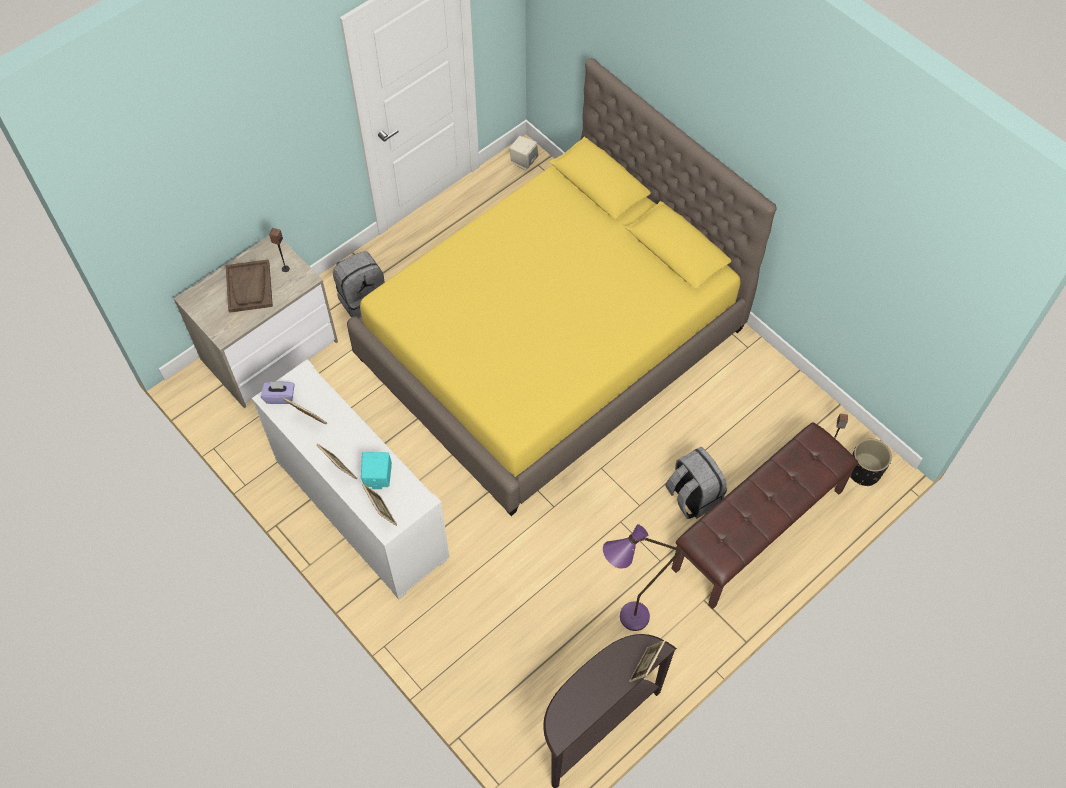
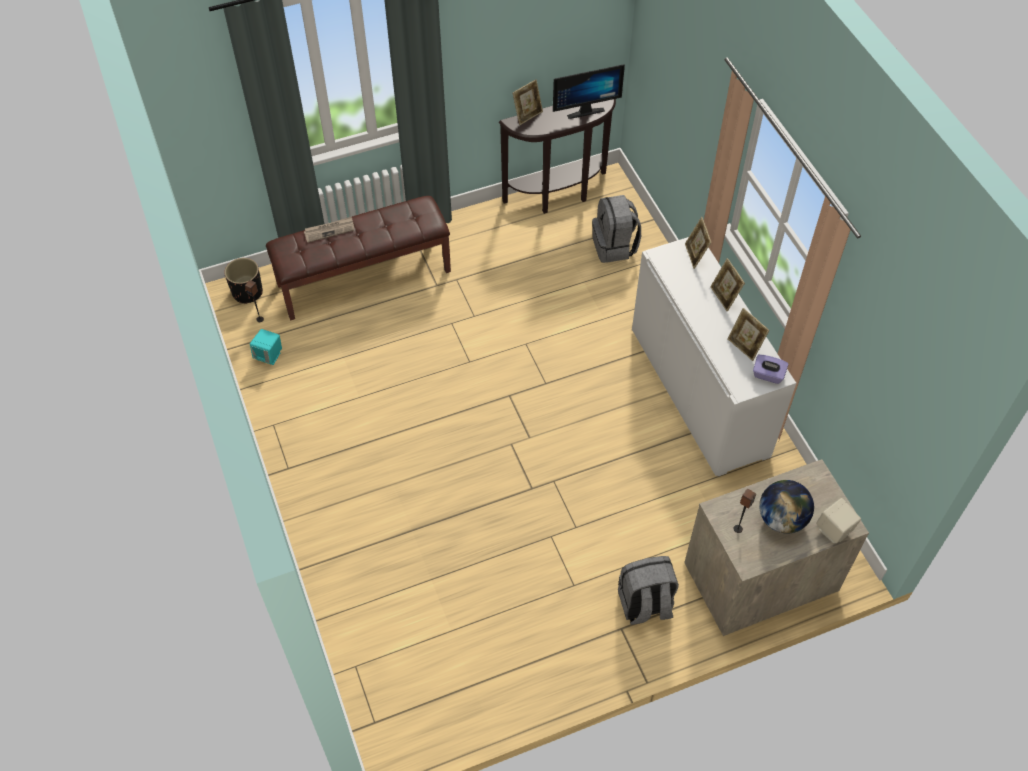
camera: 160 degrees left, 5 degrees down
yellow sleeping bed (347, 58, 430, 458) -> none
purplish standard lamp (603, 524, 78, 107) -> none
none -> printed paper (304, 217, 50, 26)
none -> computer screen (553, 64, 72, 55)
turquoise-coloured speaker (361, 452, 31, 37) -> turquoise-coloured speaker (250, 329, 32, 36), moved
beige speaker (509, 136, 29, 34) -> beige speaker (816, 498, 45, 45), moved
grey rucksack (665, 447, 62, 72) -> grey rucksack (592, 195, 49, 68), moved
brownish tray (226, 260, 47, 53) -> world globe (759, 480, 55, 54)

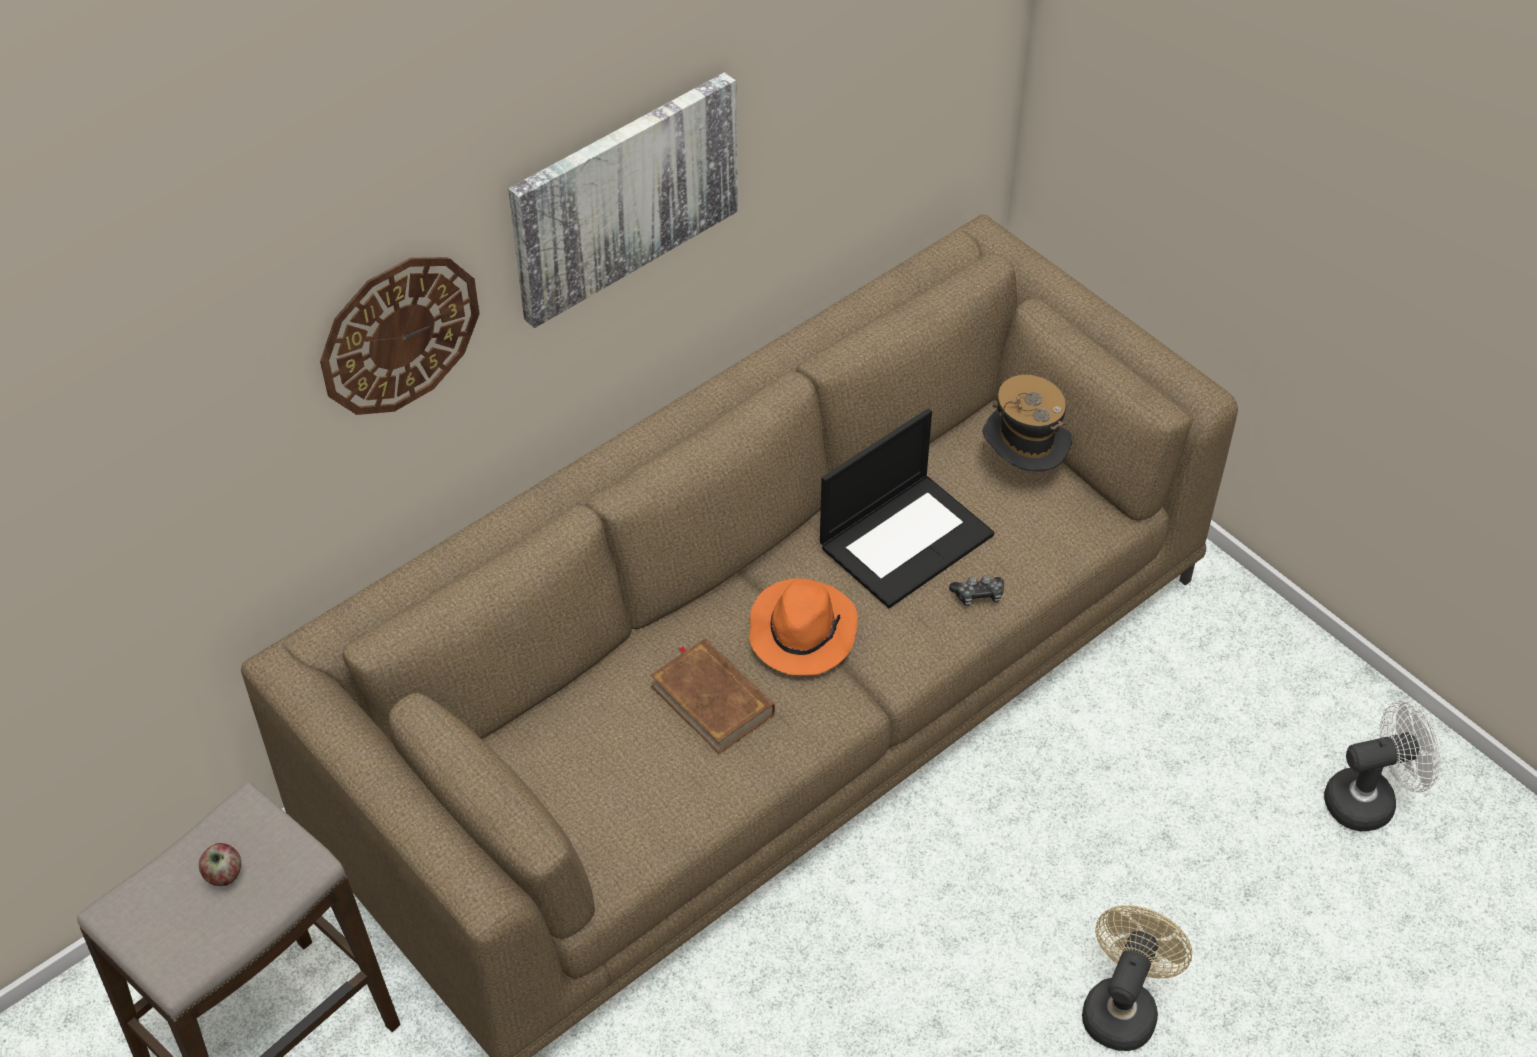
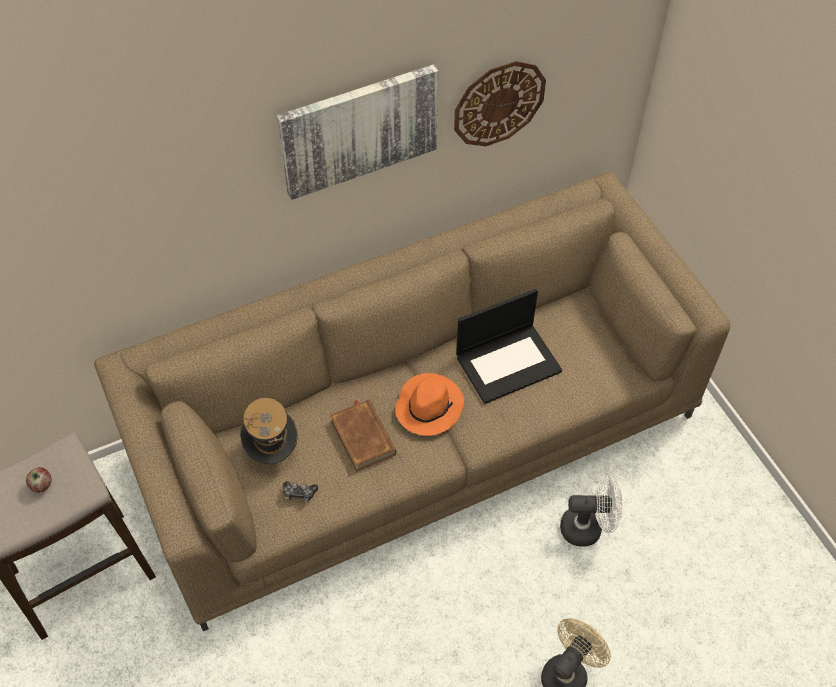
camera: 15 degrees right, 5 degrees up
clock on the wall (320, 257, 160, 158) -> clock on the wall (454, 61, 92, 85), moved
gamepad (949, 575, 55, 31) -> gamepad (283, 482, 35, 20), moved
wearable hat (982, 375, 90, 96) -> wearable hat (240, 398, 58, 66), moved
whitish electric fan (1324, 701, 117, 130) -> whitish electric fan (560, 476, 63, 71), moved

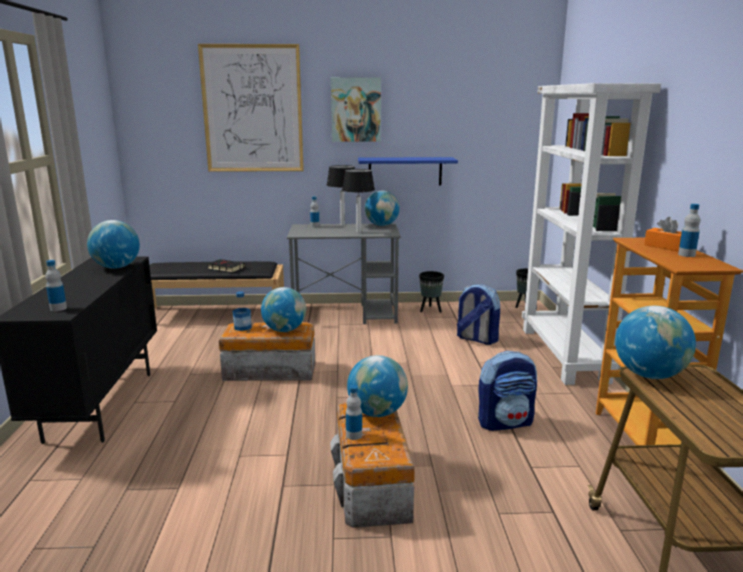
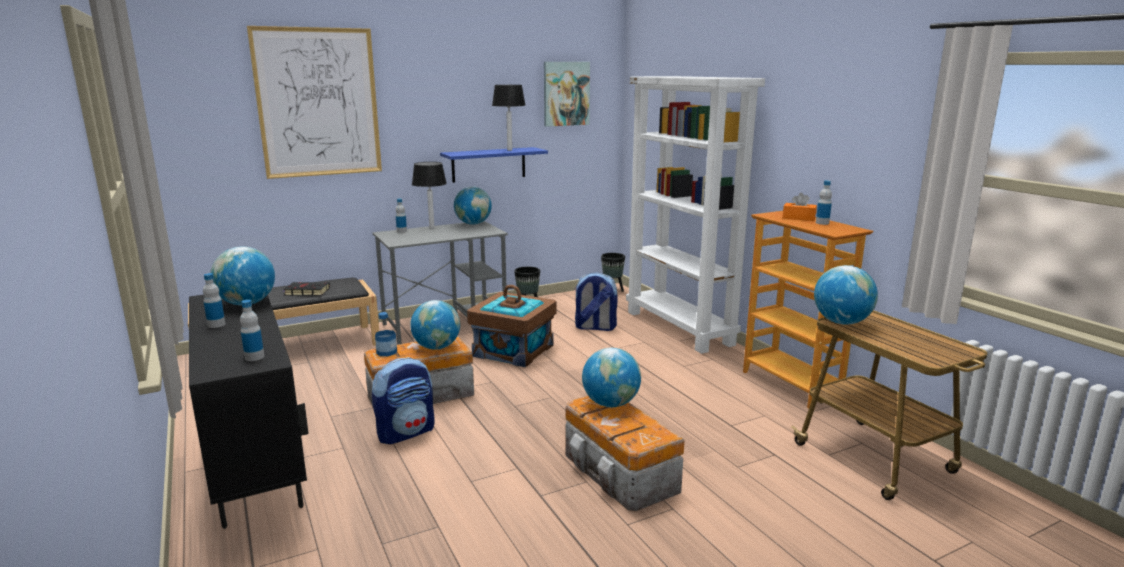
camera: 25 degrees left, 0 degrees up
none -> brownish storage bin (467, 285, 90, 82)
wall art (331, 77, 50, 65) -> wall art (544, 62, 46, 65), moved
lamp for a table (342, 169, 33, 64) -> lamp for a table (492, 85, 34, 66), moved
bottle (346, 385, 16, 55) -> bottle (203, 273, 22, 55), moved
rucksack (478, 351, 59, 80) -> rucksack (372, 357, 63, 87), moved

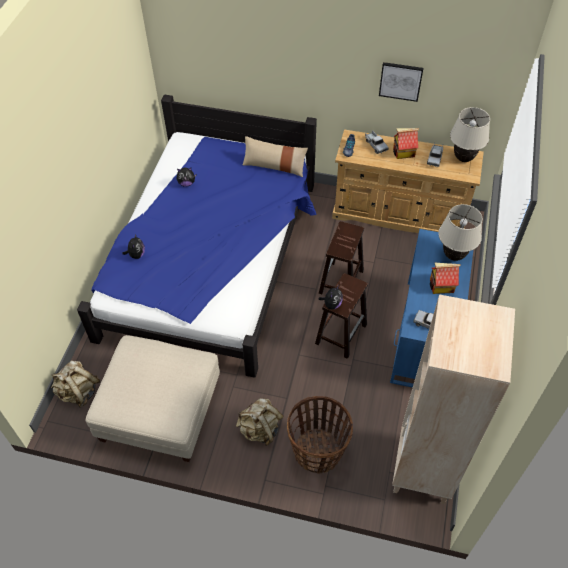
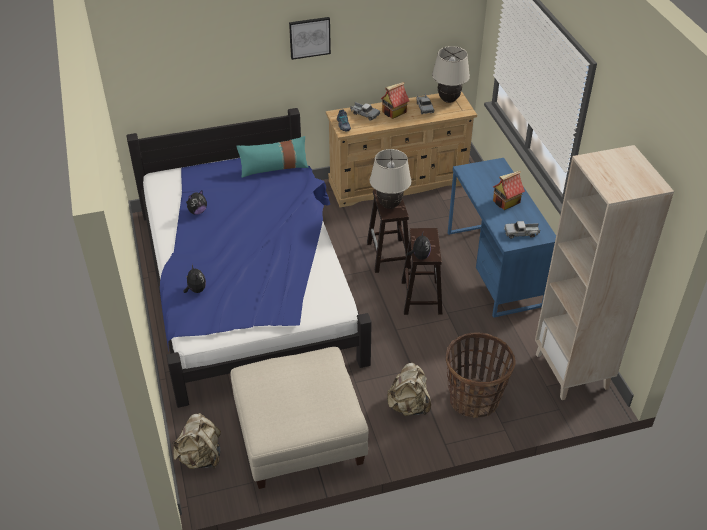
camera: 30 degrees left, 10 degrees down
wall art (379, 62, 45, 40) -> wall art (289, 17, 42, 43), moved
beige lamp for a table (438, 204, 45, 57) -> beige lamp for a table (370, 149, 42, 60), moved
beige cushion (243, 136, 65, 41) -> turquoise-coloured cushion (237, 136, 72, 42)

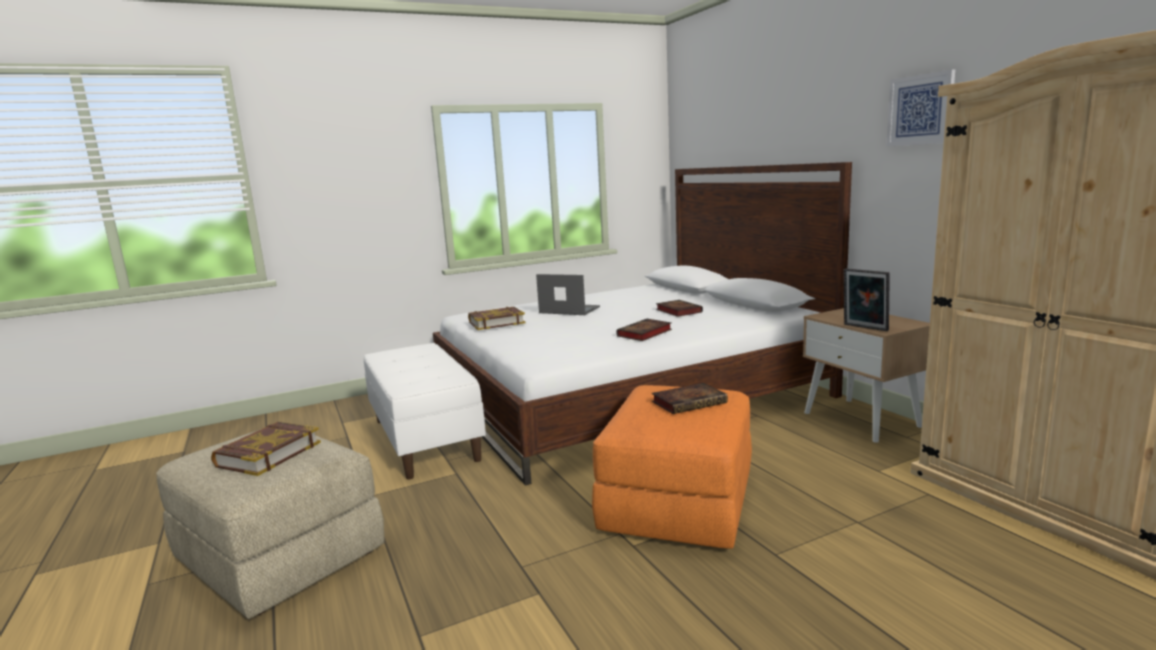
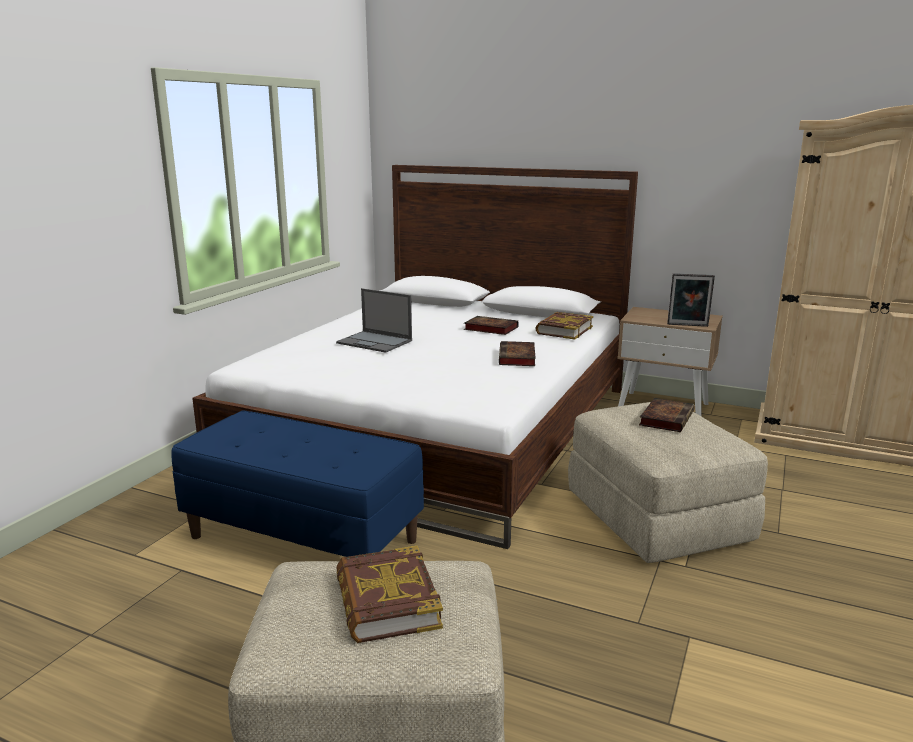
camera: 40 degrees left, 5 degrees up
wall art (886, 69, 69, 78) -> none
book (468, 307, 58, 23) -> book (535, 312, 58, 28), moved
whitish indoor bench (364, 343, 122, 136) -> bluish indoor bench (171, 411, 253, 146)
orange-coloured footrest (592, 385, 160, 164) -> beige footrest (568, 402, 200, 161)
portable computer (536, 274, 64, 41) -> portable computer (336, 288, 76, 65), 135 degrees counterclockwise

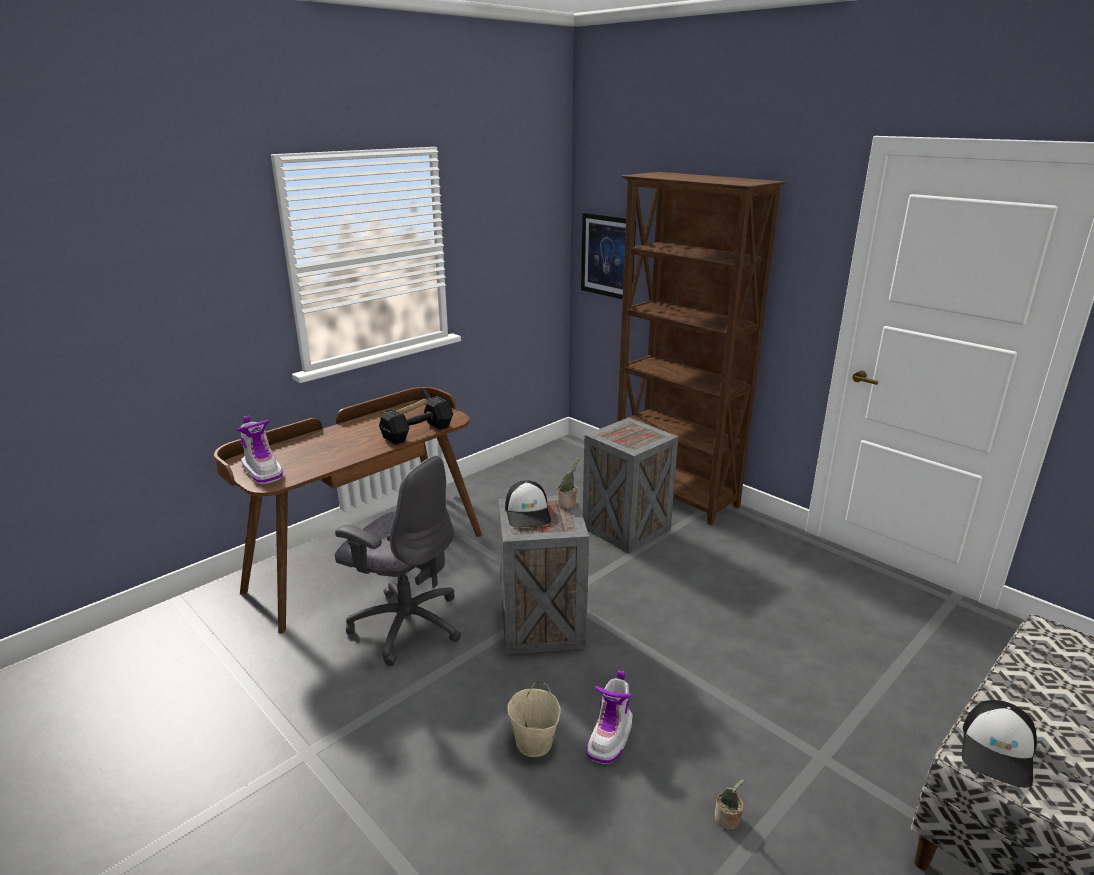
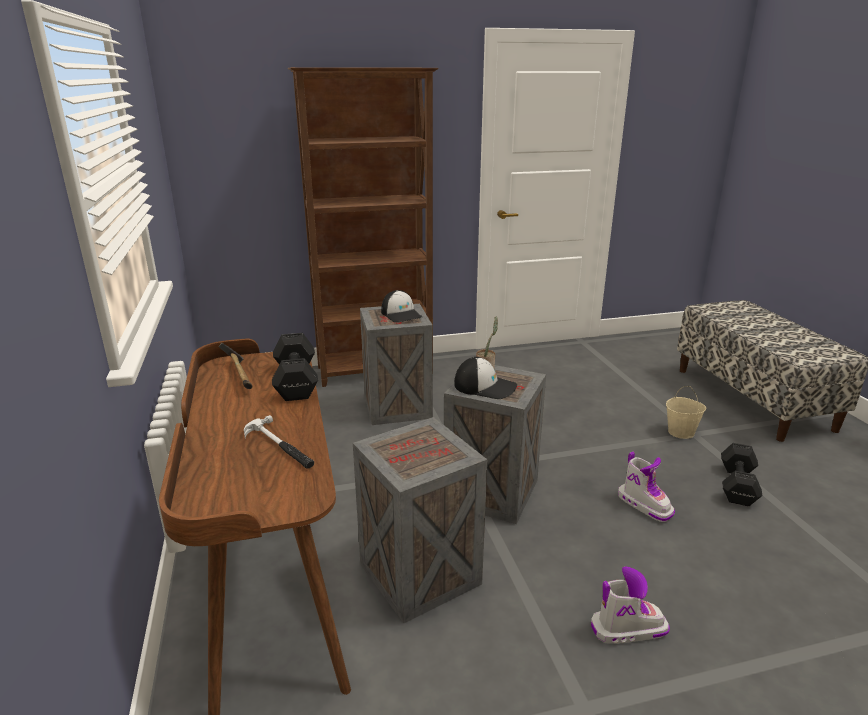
camera: 60 degrees left, 0 degrees up
wall art (581, 212, 55, 87) -> none
none -> tool hammer (244, 415, 70, 54)
boot (237, 416, 46, 68) -> boot (591, 566, 79, 78), moved
beige water bucket (507, 682, 54, 75) -> beige water bucket (666, 386, 40, 53), moved
baseball cap (962, 700, 75, 88) -> baseball cap (381, 290, 41, 32), moved
grey computer chair (335, 455, 126, 211) -> crate (353, 417, 134, 206)
houseplant (714, 779, 31, 51) -> blackish dumbbell (721, 443, 41, 64)

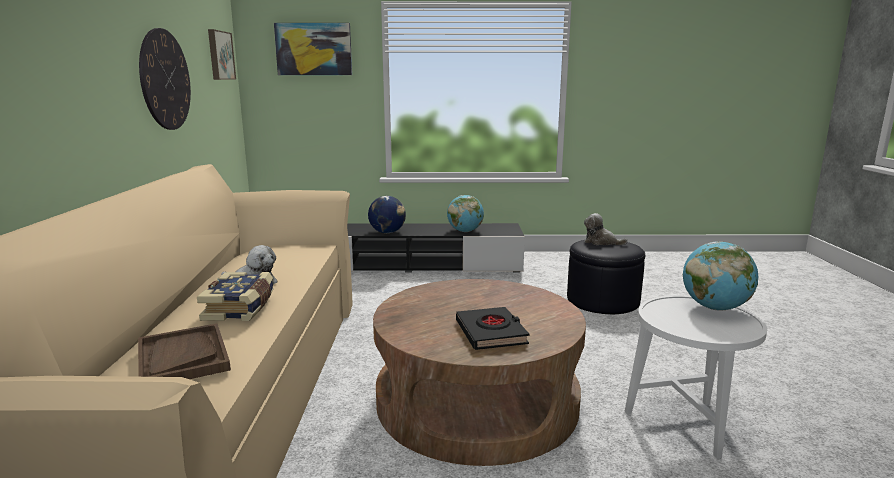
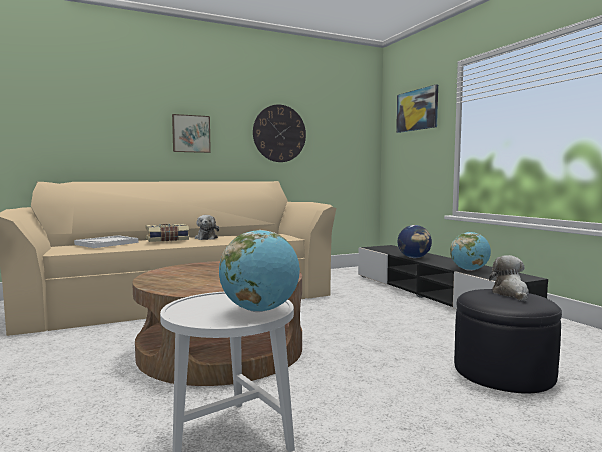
camera: 65 degrees right, 10 degrees down
blackish book (456, 307, 73, 43) -> none
wall art (208, 29, 28, 51) -> wall art (172, 114, 39, 39), moved
brownish tray (138, 323, 93, 56) -> whitish tray (74, 235, 64, 13)

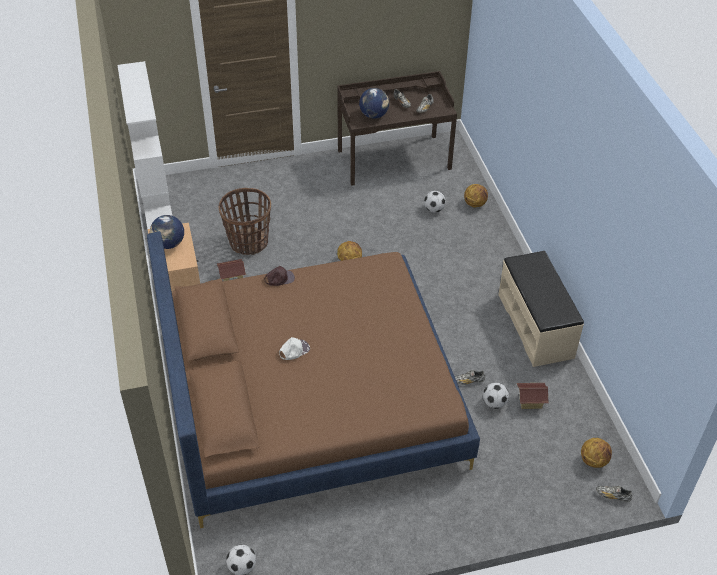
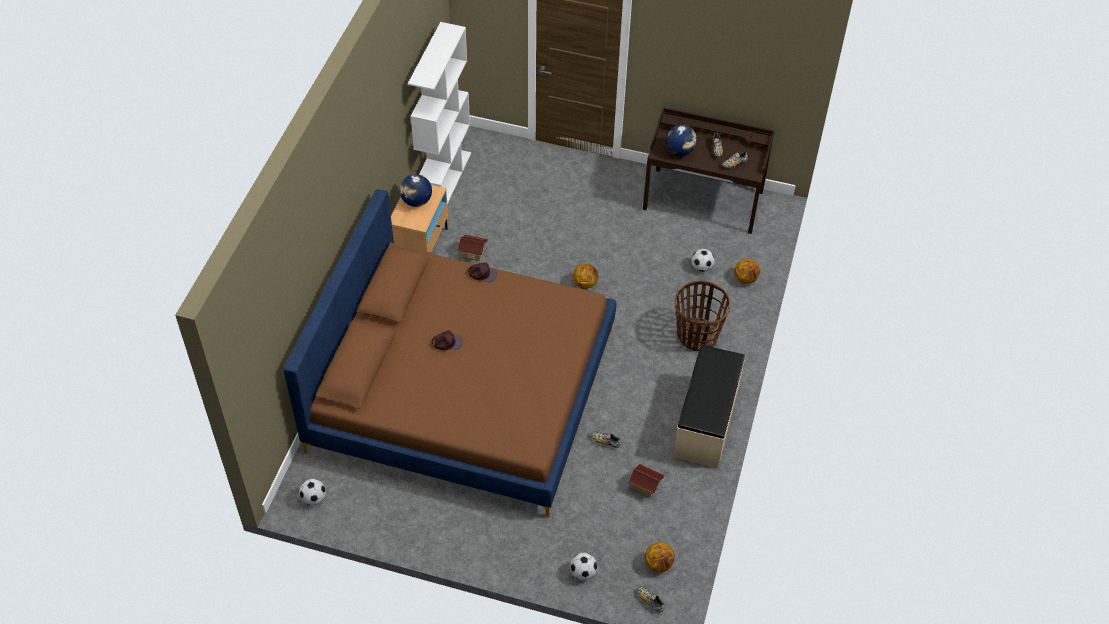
camera: 30 degrees right, 5 degrees up
basket (218, 188, 53, 67) -> basket (675, 281, 56, 70), moved
ball for football (483, 382, 26, 27) -> ball for football (570, 553, 27, 27), moved
whitish baseball cap (279, 337, 31, 23) -> brownish baseball cap (432, 330, 30, 20)

